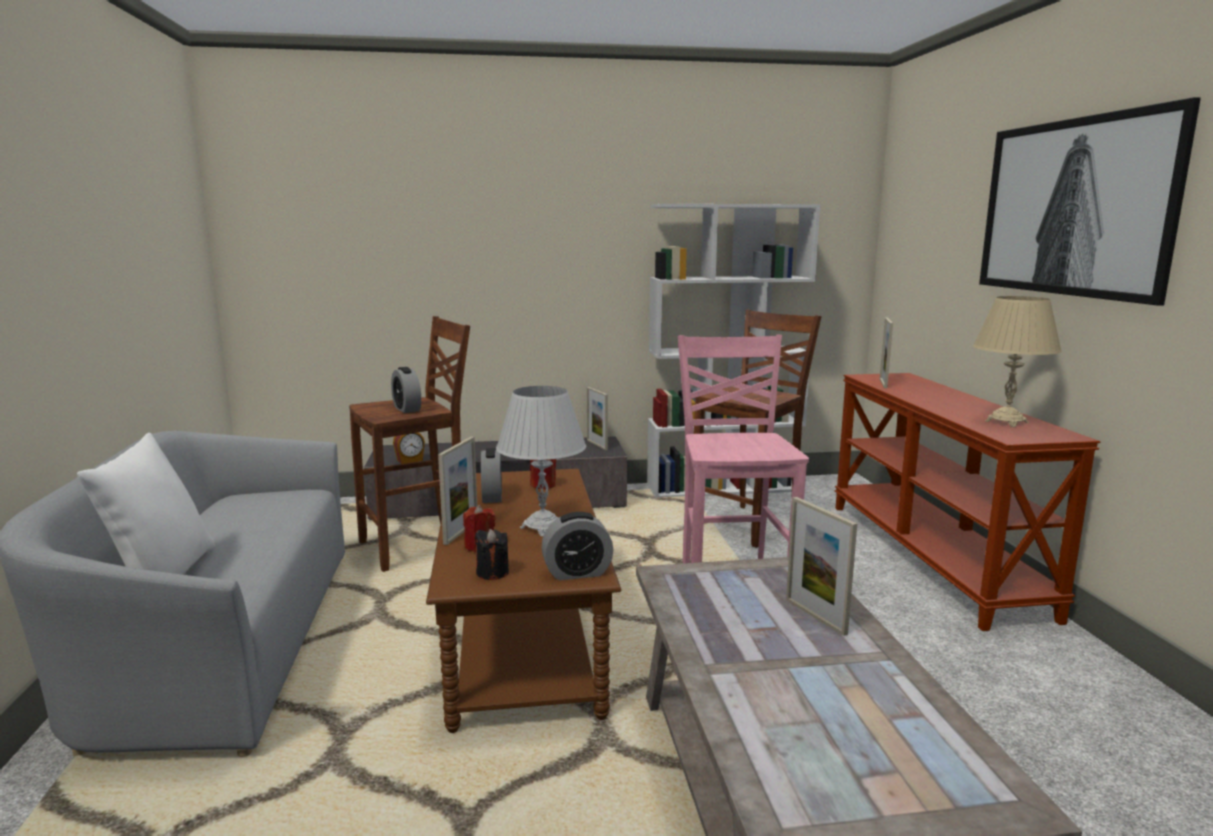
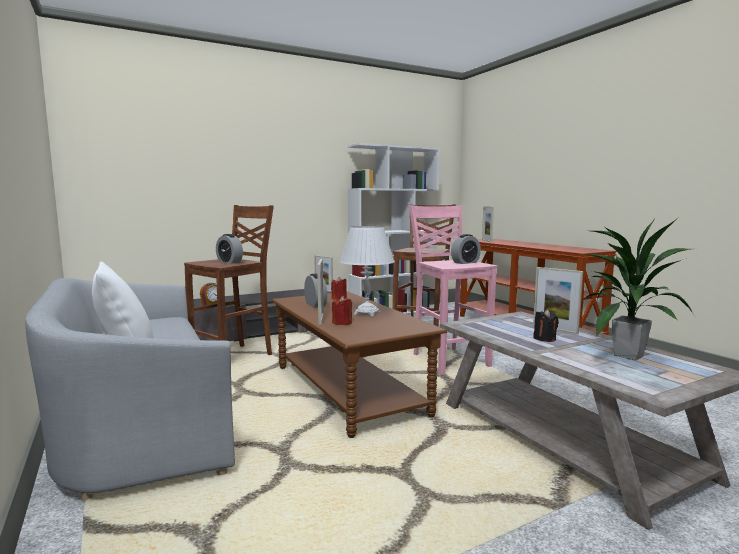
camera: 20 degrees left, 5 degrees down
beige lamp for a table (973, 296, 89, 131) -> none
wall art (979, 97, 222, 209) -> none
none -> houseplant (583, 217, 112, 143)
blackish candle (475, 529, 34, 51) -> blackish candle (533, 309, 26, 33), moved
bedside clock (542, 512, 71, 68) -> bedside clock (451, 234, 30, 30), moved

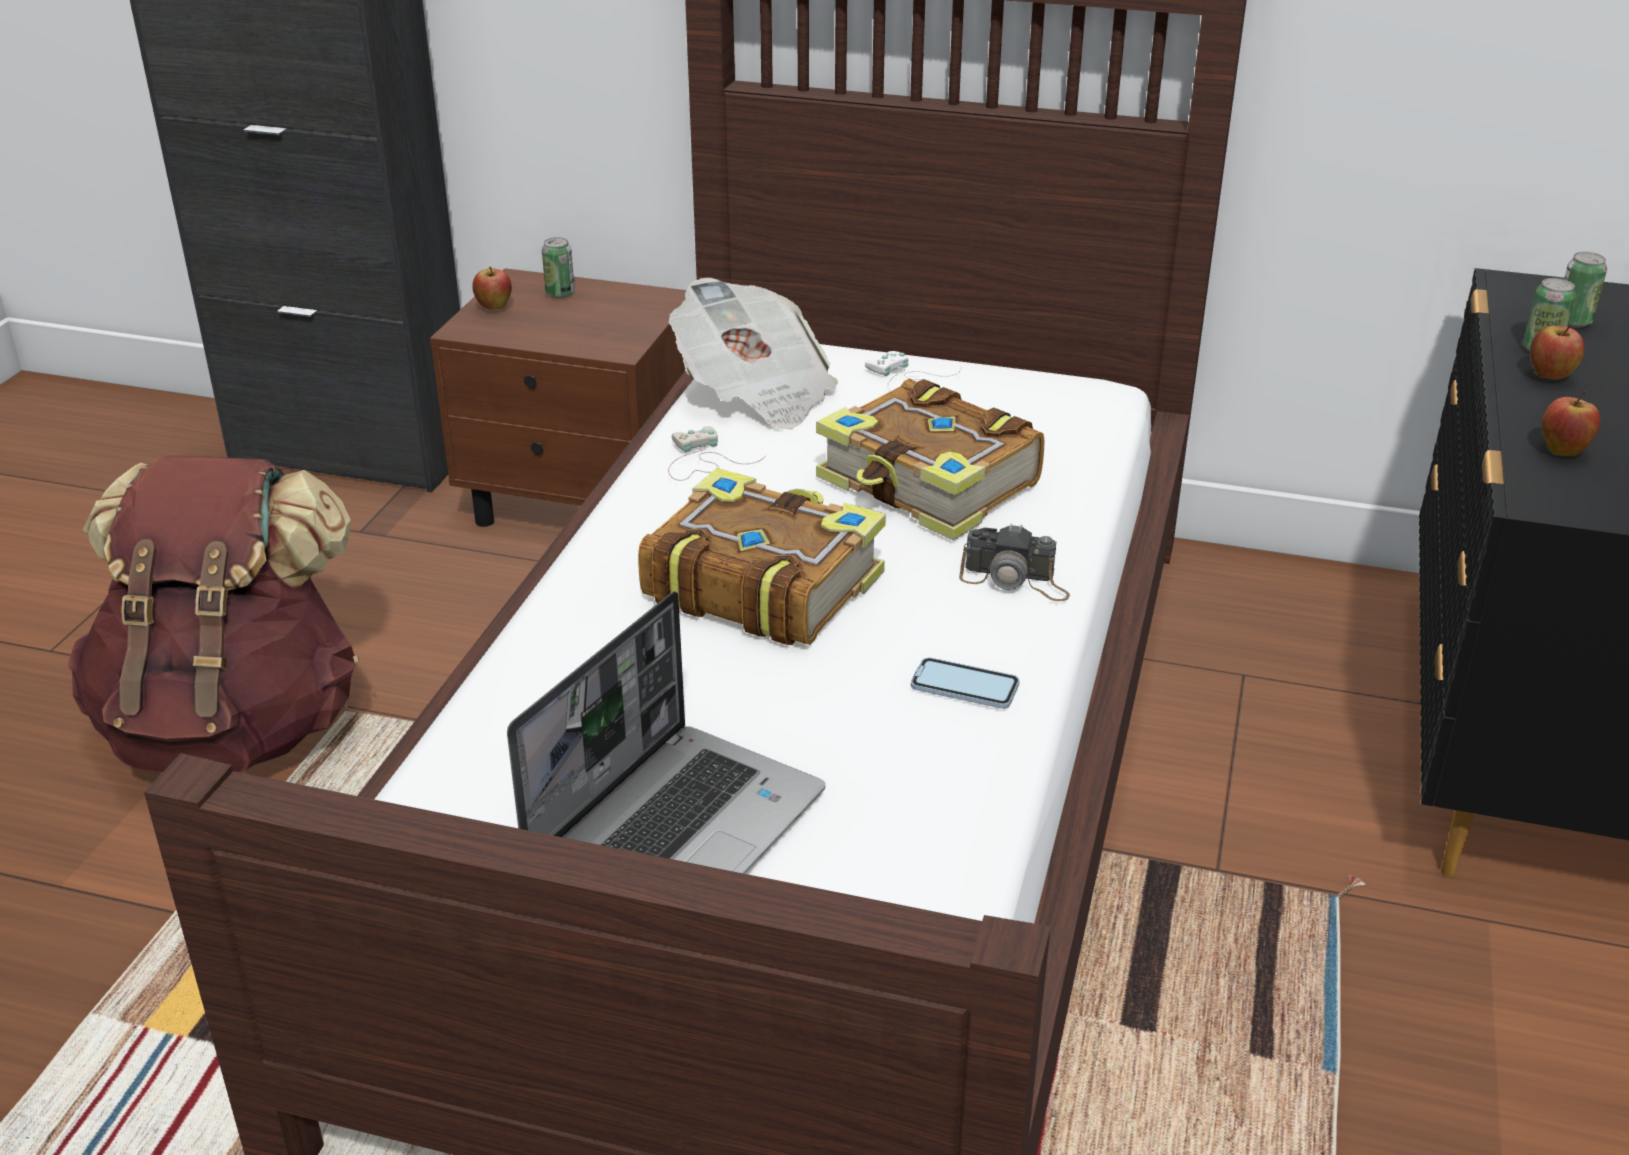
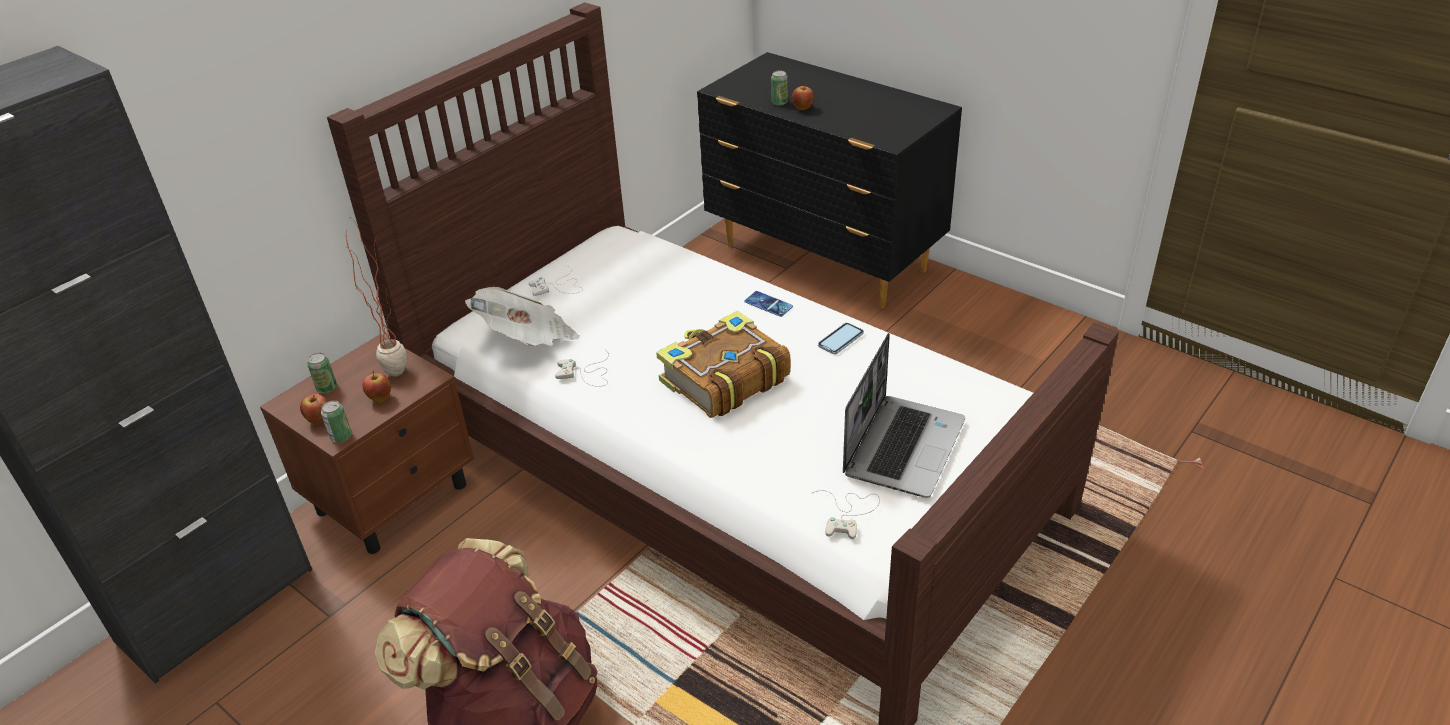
camera: 65 degrees left, 5 degrees up
book (816, 379, 228, 162) -> none
none -> houseplant (346, 215, 61, 161)
none -> whitish gamepad (813, 490, 67, 49)
apple (1542, 391, 58, 65) -> apple (363, 371, 28, 32), moved
sealed can (1564, 252, 43, 76) -> sealed can (321, 400, 31, 43), moved
still camera (959, 523, 111, 78) -> handset (744, 291, 49, 26)
portable computer (507, 591, 318, 283) -> portable computer (843, 333, 122, 165), 60 degrees clockwise

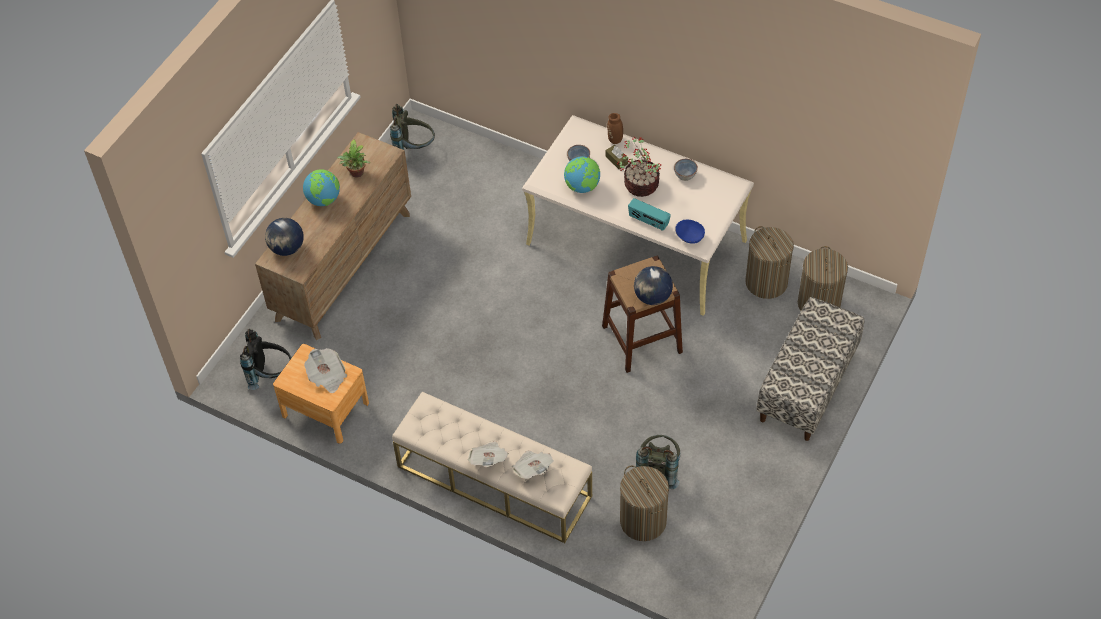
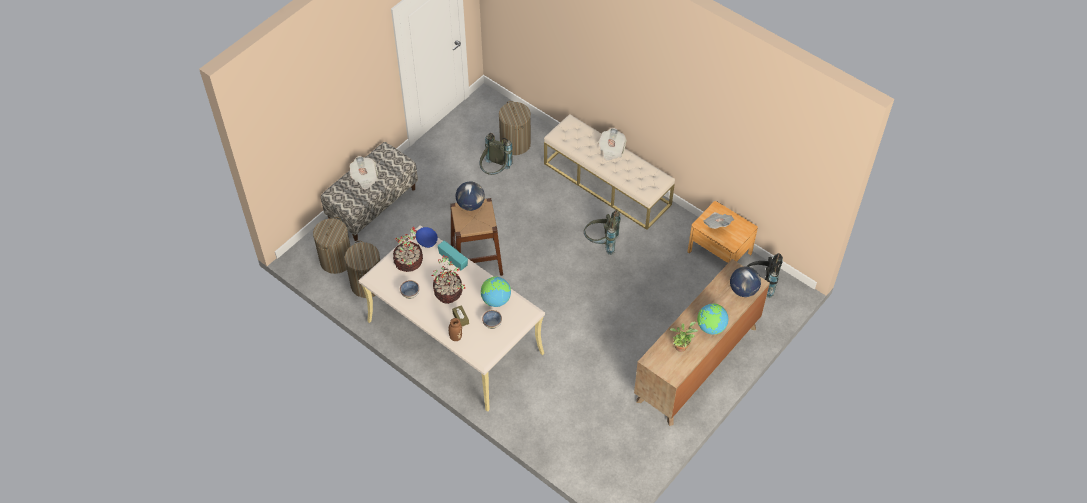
camera: 170 degrees left, 0 degrees up
none -> houseplant (393, 227, 30, 45)
grey rucksack (390, 104, 45, 46) -> grey rucksack (584, 210, 37, 45), moved
printed paper (512, 450, 42, 29) -> printed paper (350, 156, 29, 34), moved

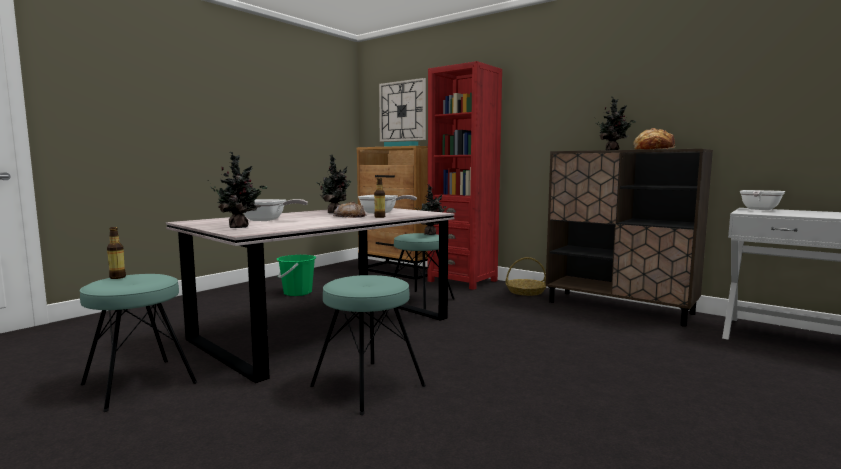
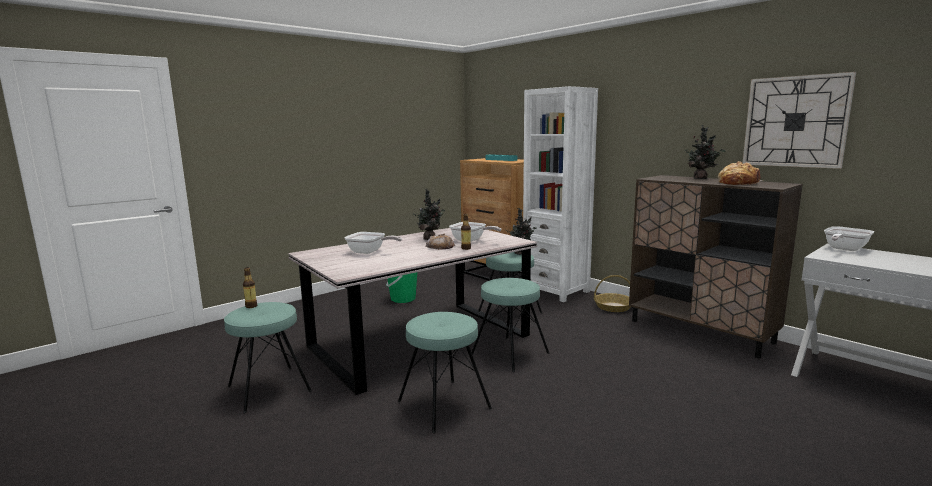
camera: 10 degrees right, 5 degrees up
houseplant (211, 152, 56, 76) -> none
none -> turquoise-coloured stool seat (471, 278, 78, 94)
clock on the wall (379, 78, 47, 64) -> clock on the wall (742, 72, 114, 97), moved
red-coloured shelving unit (428, 61, 74, 229) -> whitish shelving unit (523, 86, 75, 216)

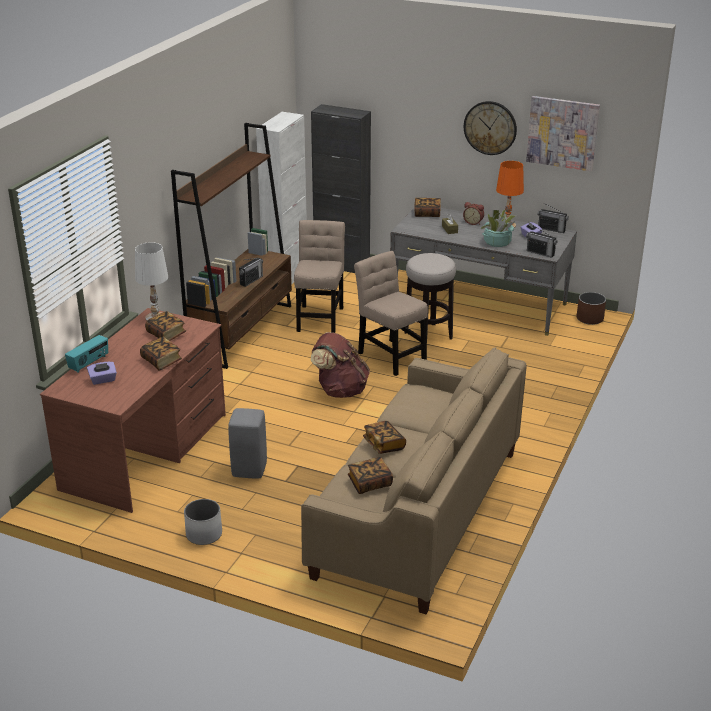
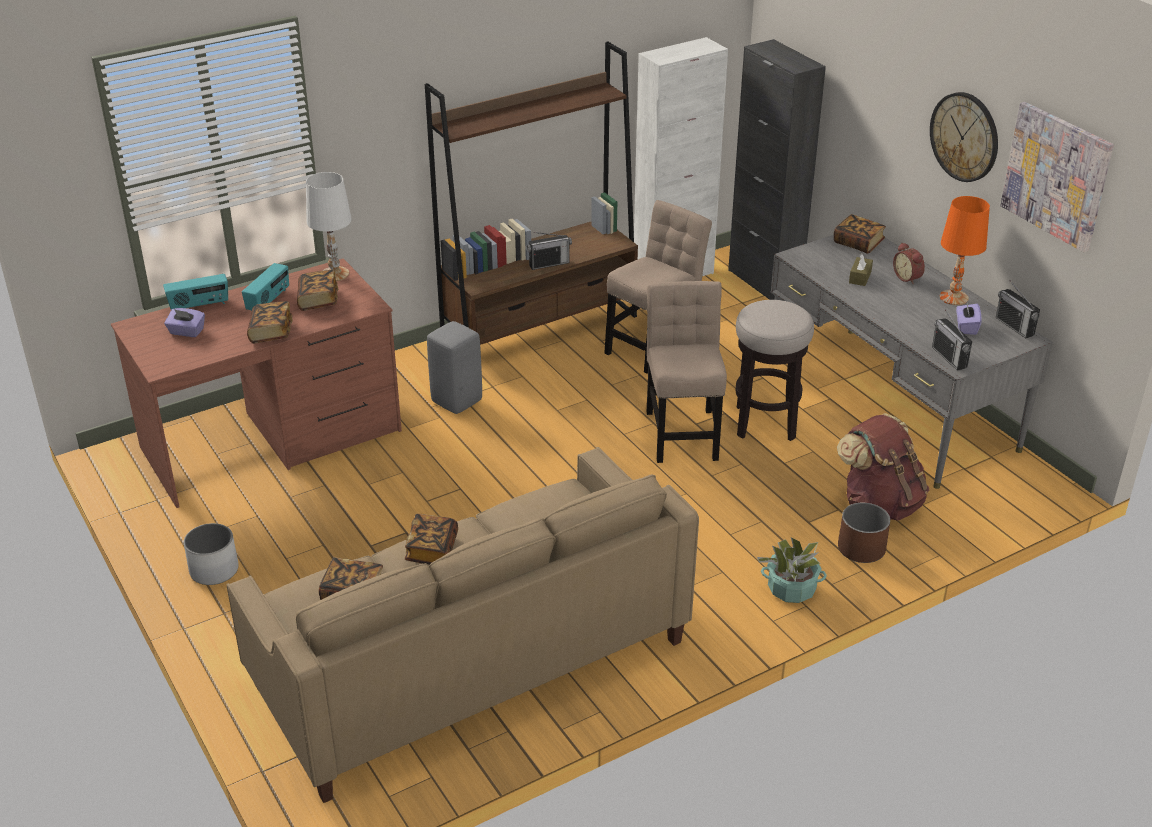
camera: 35 degrees right, 5 degrees up
none -> radio set (242, 263, 47, 48)
grey stool seat (228, 408, 39, 71) -> grey stool seat (427, 321, 55, 93), moved
brownish rucksack (311, 332, 59, 66) -> brownish rucksack (837, 413, 92, 107), moved
houseplant (480, 209, 36, 38) -> houseplant (757, 537, 70, 66), moved
brownish planter (577, 292, 29, 33) -> brownish planter (838, 503, 52, 60), moved

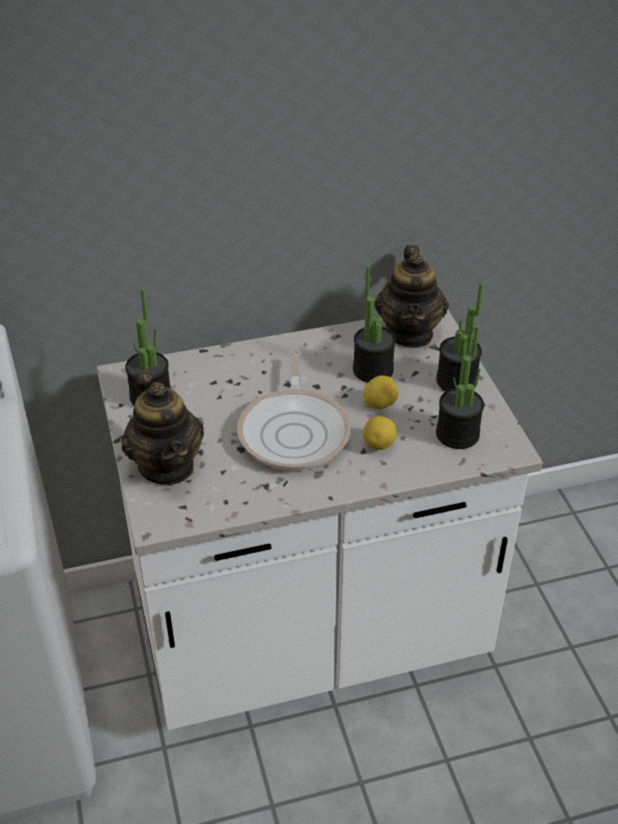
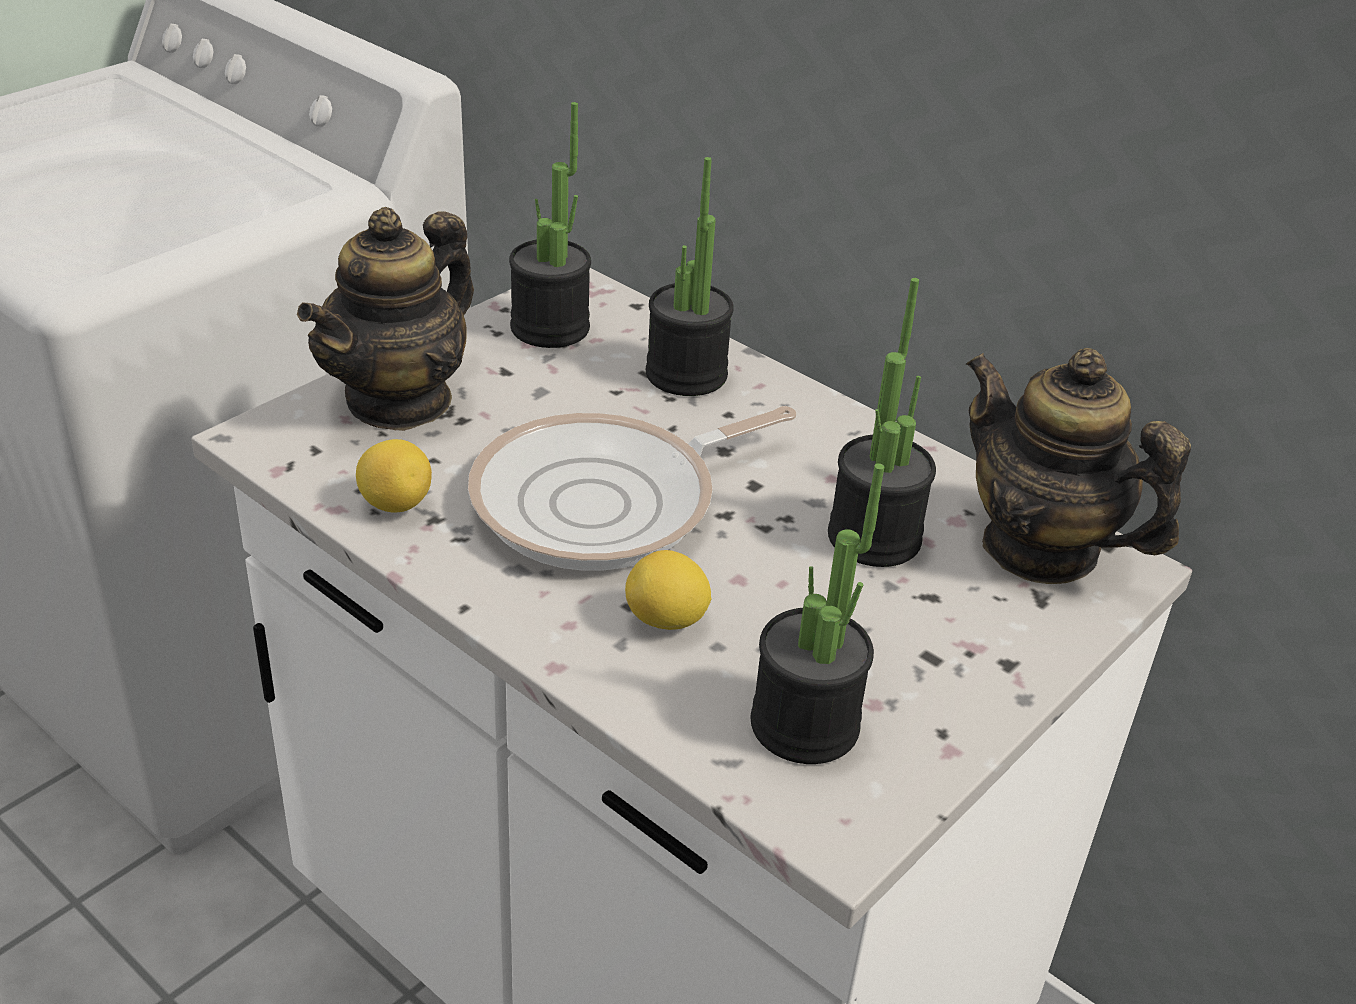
camera: 55 degrees right, 5 degrees down
lemon (363, 375, 36, 34) -> lemon (356, 439, 76, 74), moved
houseplant (436, 283, 47, 108) -> houseplant (646, 157, 88, 239), moved
teapot (375, 245, 74, 103) -> teapot (966, 348, 225, 236), 75 degrees clockwise

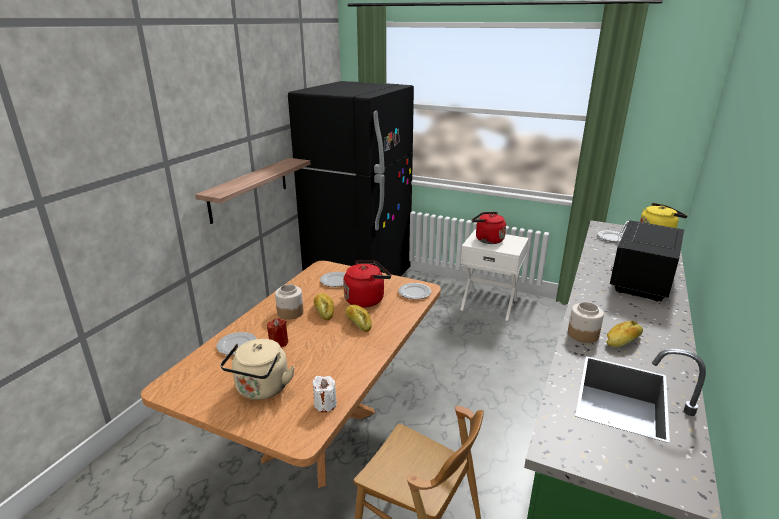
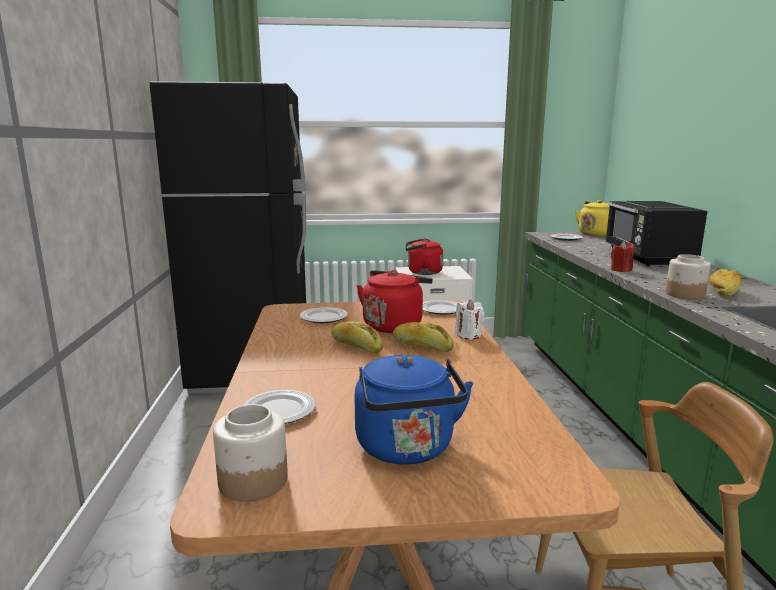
camera: 30 degrees left, 10 degrees down
shelf (195, 158, 115, 66) -> none
red-coloured candle (267, 318, 21, 29) -> red-coloured candle (611, 241, 23, 31), moved
storage jar (275, 284, 28, 36) -> storage jar (213, 404, 75, 98), moved
whitish candle (312, 376, 25, 36) -> whitish candle (455, 299, 30, 40), moved
beige tea kettle (220, 339, 75, 61) -> bluish tea kettle (354, 355, 119, 110)

